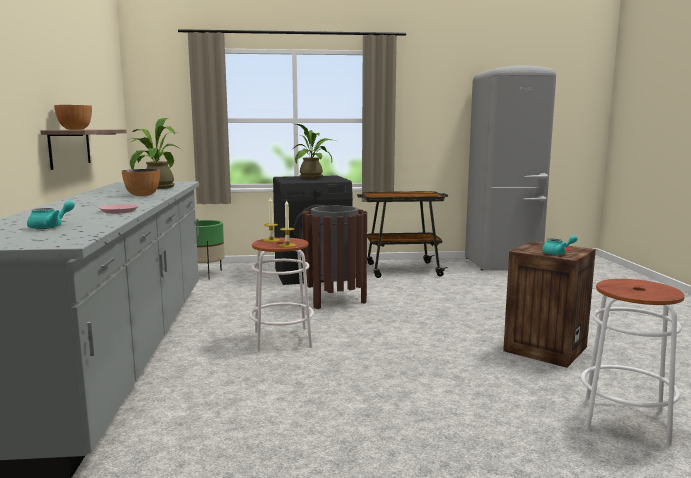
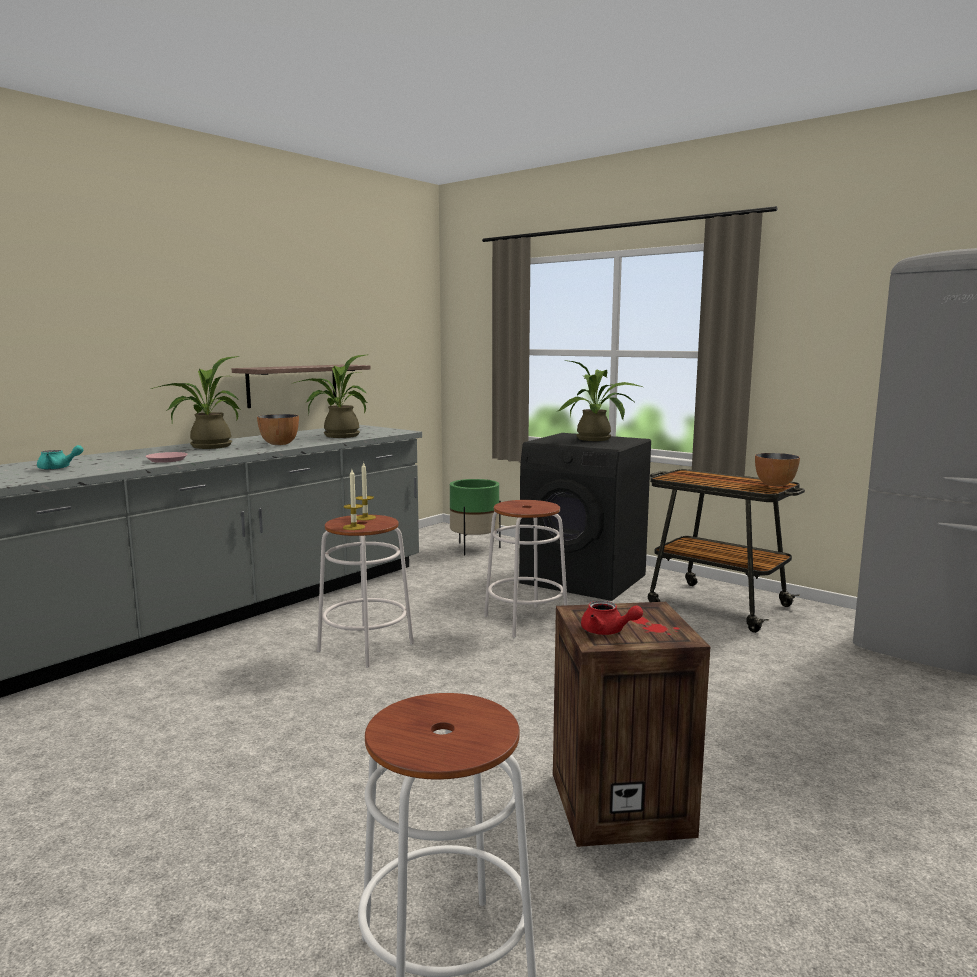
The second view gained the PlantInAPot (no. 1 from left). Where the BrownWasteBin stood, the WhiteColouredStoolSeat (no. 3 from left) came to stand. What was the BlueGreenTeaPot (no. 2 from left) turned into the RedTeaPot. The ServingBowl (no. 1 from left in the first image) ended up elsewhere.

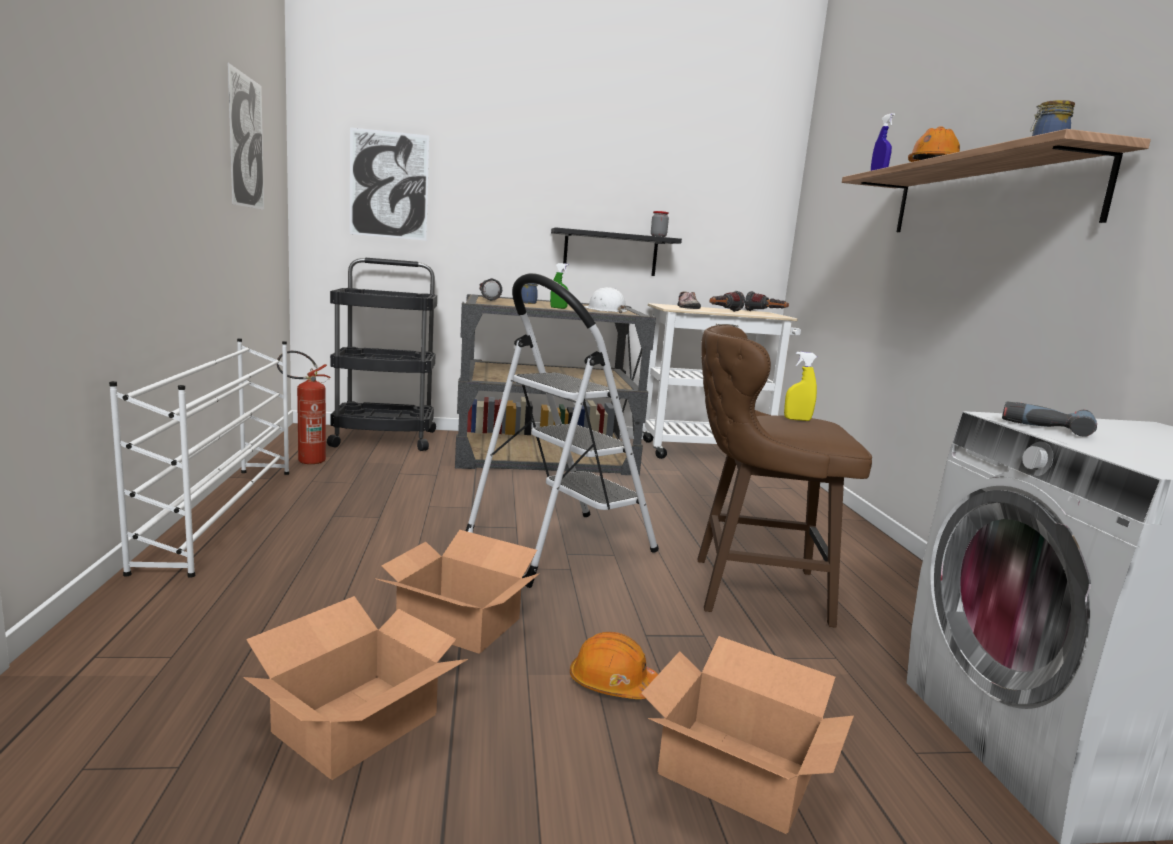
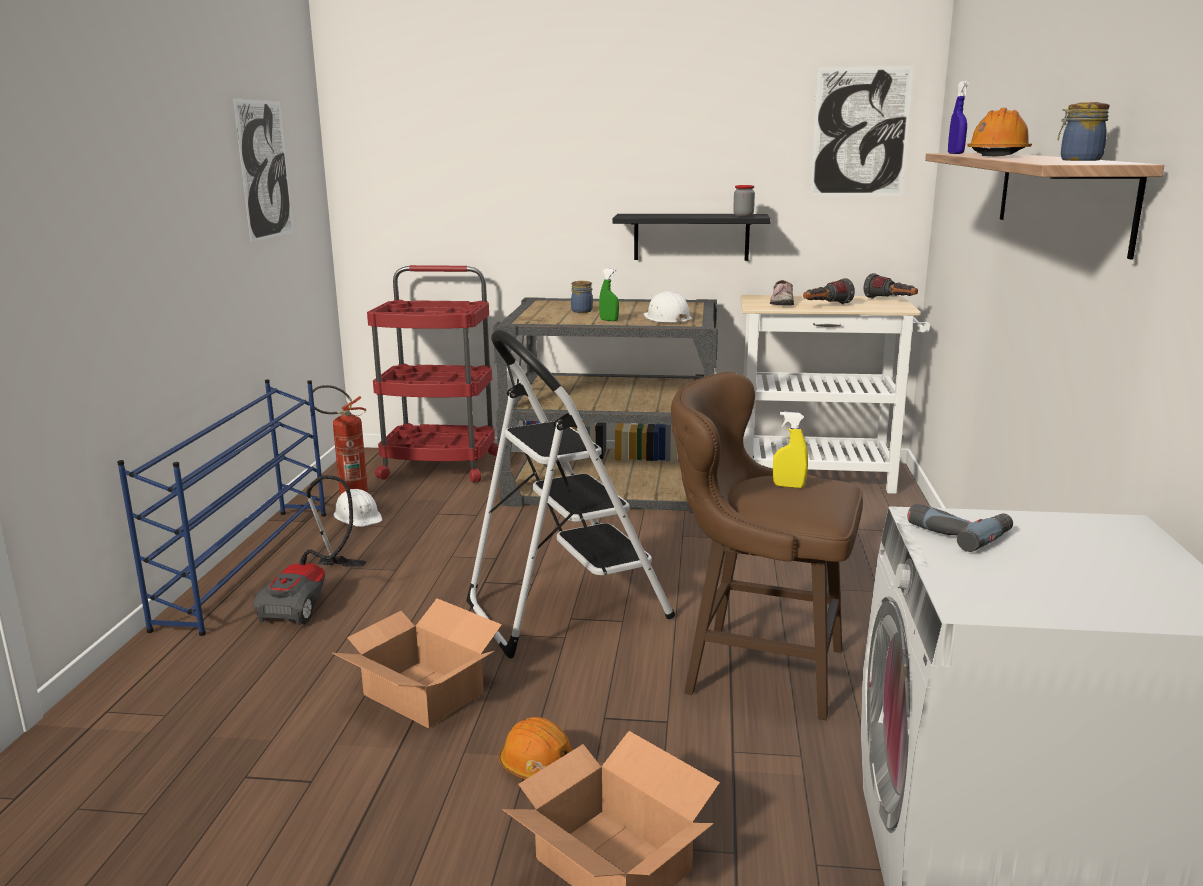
What was the WhiteColouredShoeRack turned into the BluishShoeRack. The second view gained the VacuumCleaner. The second view gained the WhiteColouredWorkHelmet (no. 1 from left). What was the BlackTrolley turned into the RedTrolley. The Picture (no. 2 from left) ended up elsewhere. The second view lost the CardboardBox (no. 1 from left). The second view lost the HandTorch (no. 1 from left).

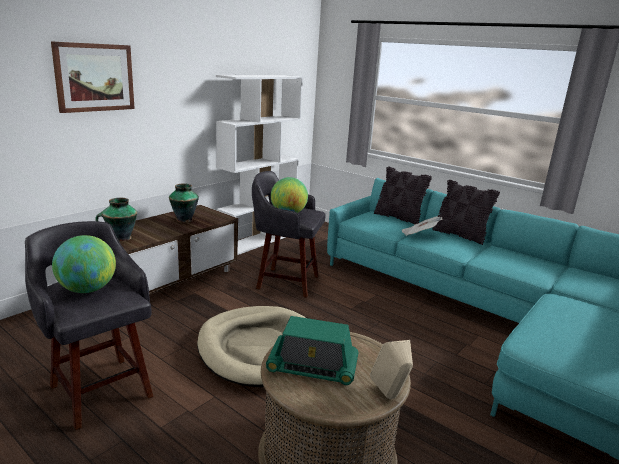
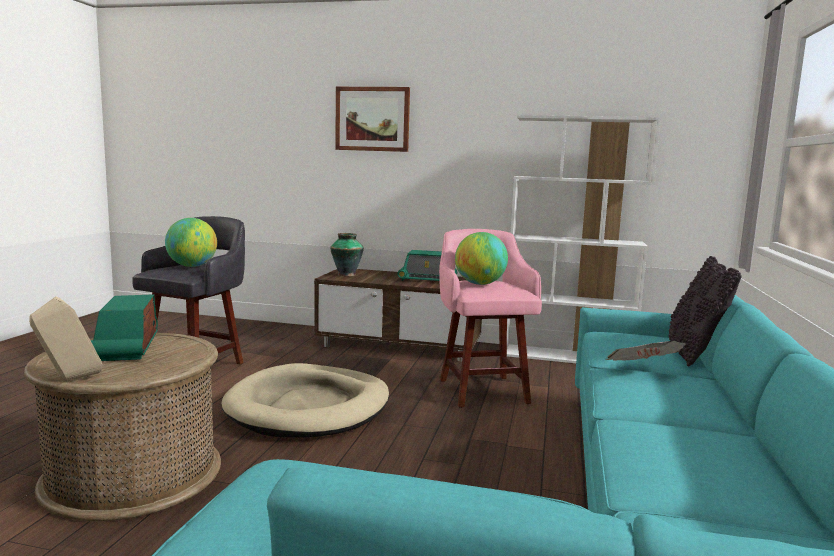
Where the FlowerVase (no. 2 from left) stood, the RadioReceiver (no. 2 from left) came to stand. What was the GrayStoolSeat (no. 2 from left) turned into the PinkStoolSeat. The second view lost the BlackThrowPillow (no. 2 from left).

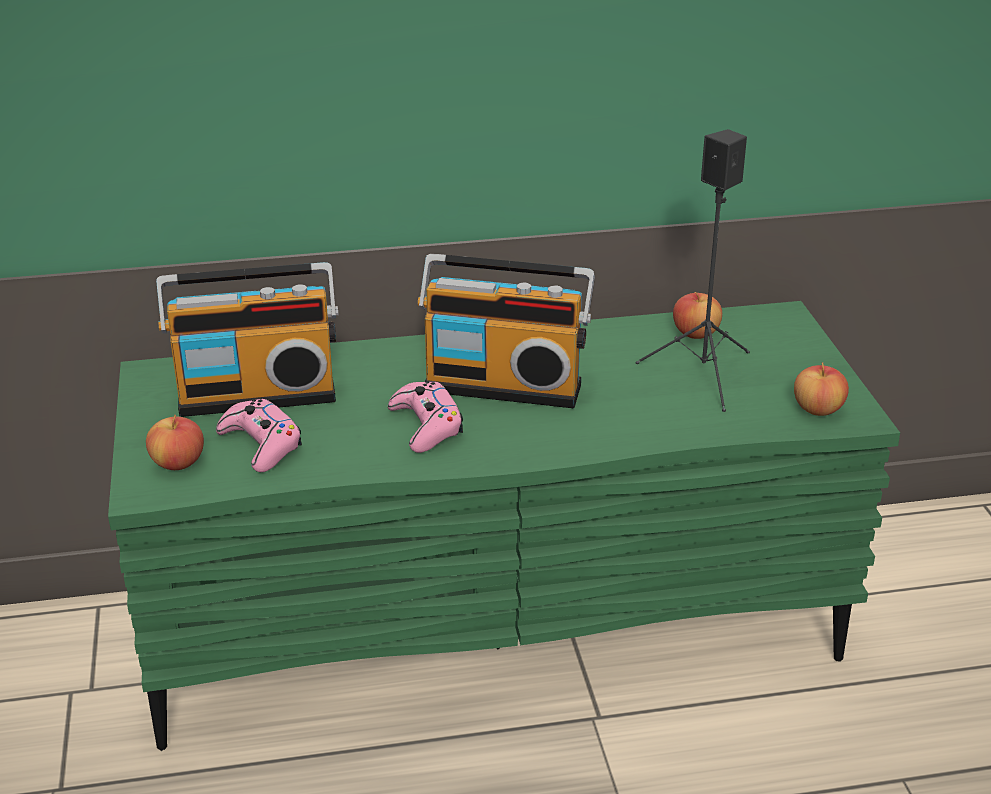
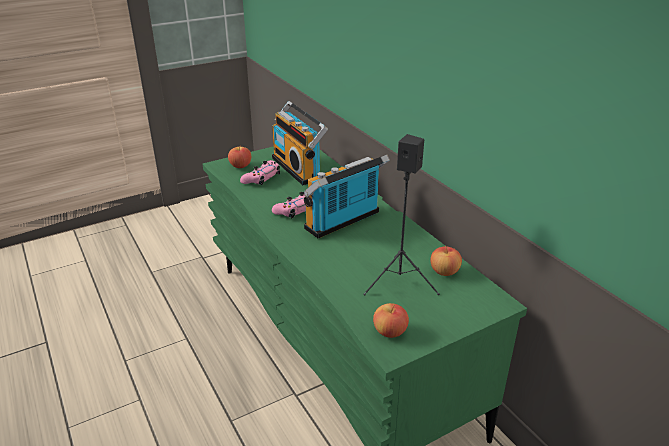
The RadioReceiver (no. 2 from left) ended up facing another way, 60 degrees clockwise from before.

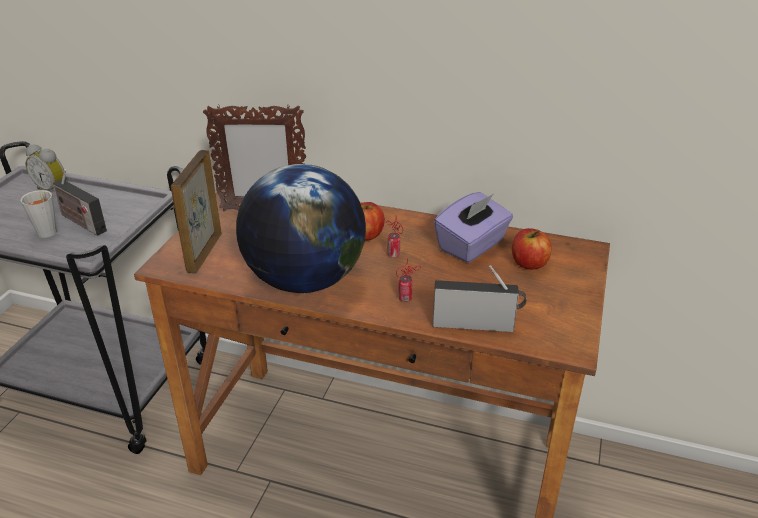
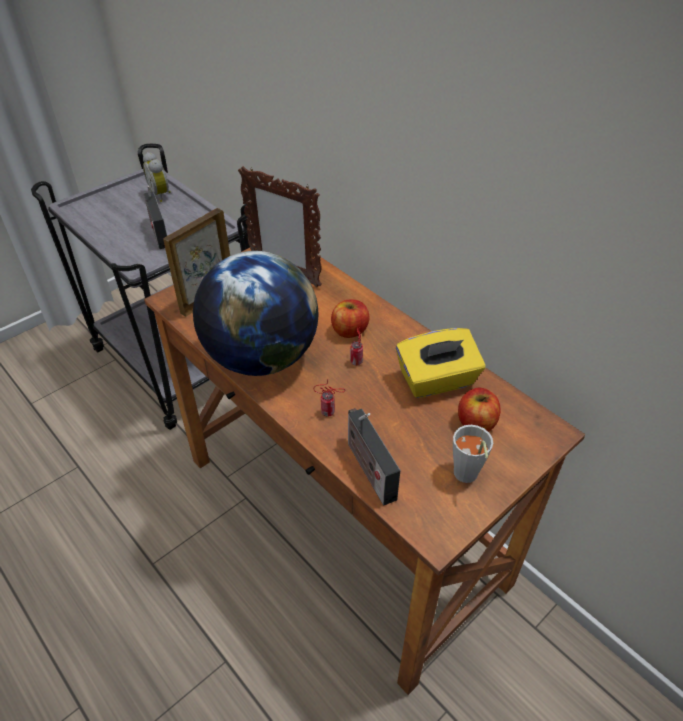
The RadioReceiver (no. 2 from left) ended up facing another way, 150 degrees counterclockwise from before. What was the PurpleColouredTissueBox turned into the YellowishTissueBox. The GraySmallCup ended up elsewhere.

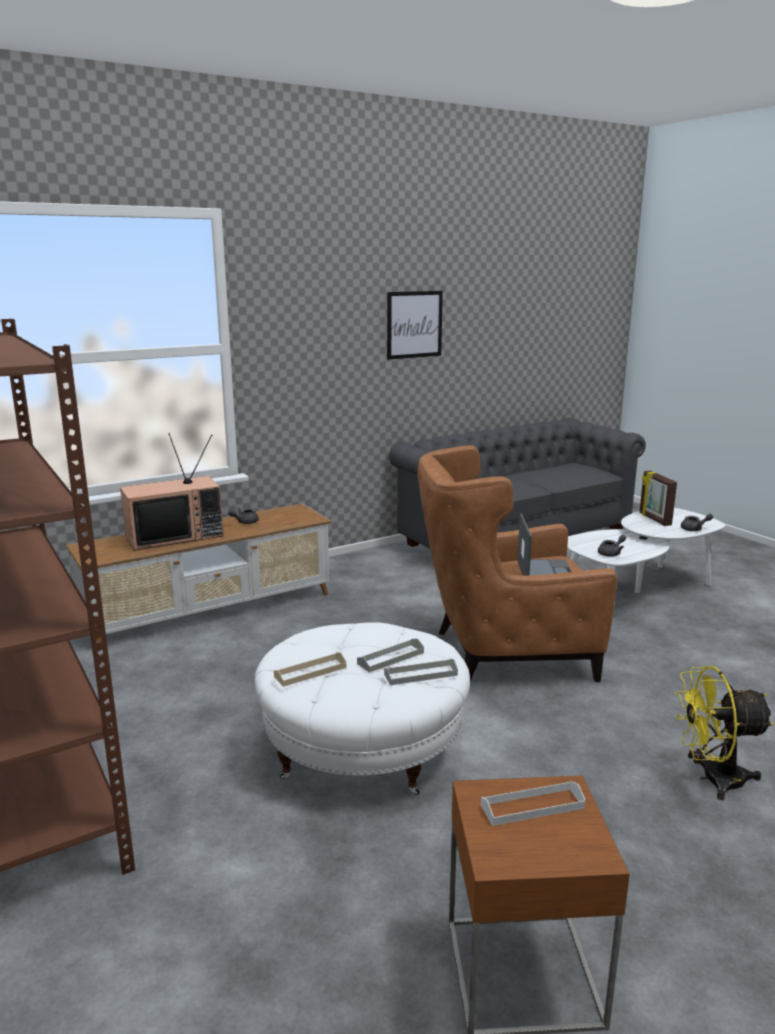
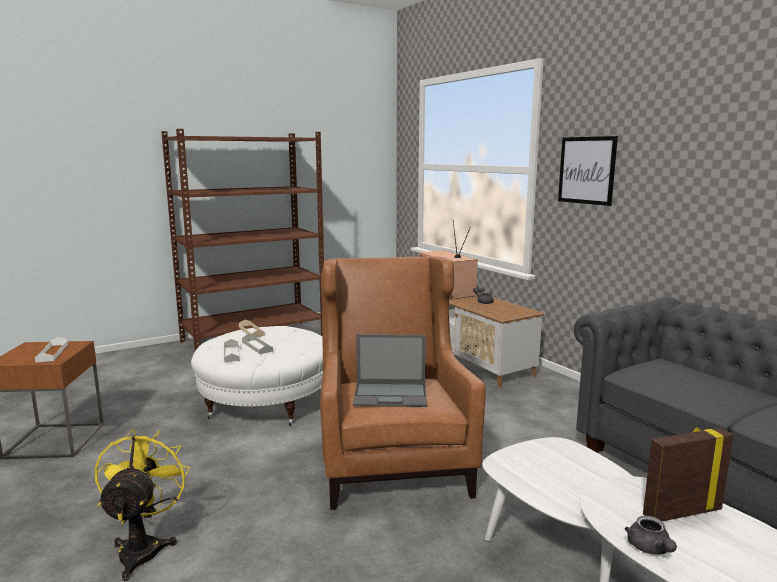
The Picture ended up elsewhere. The second view lost the GrayTeaPot (no. 2 from left).

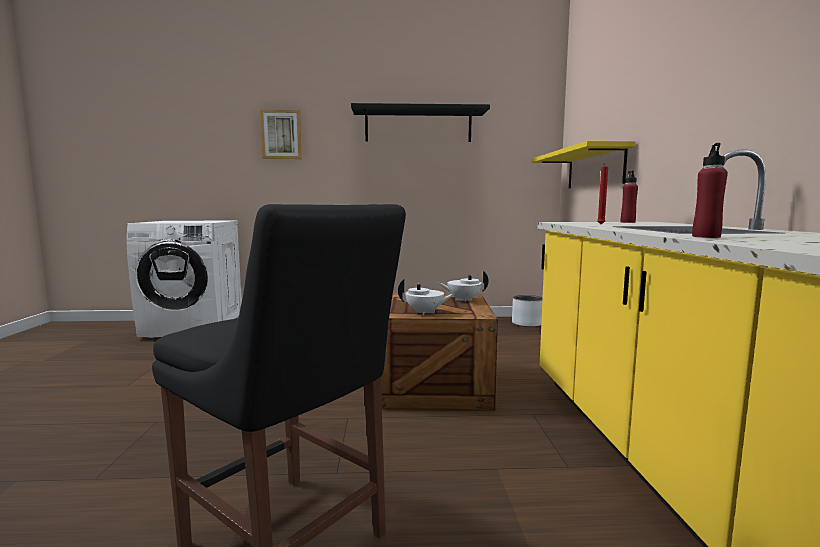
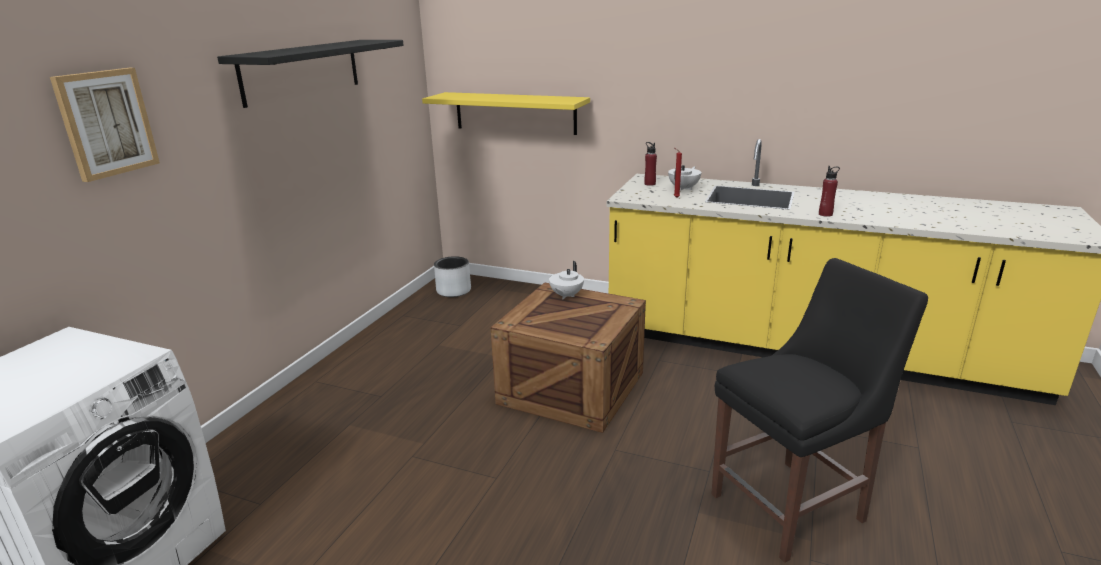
The WhiteColouredTeaPot (no. 1 from left in the first image) ended up elsewhere.

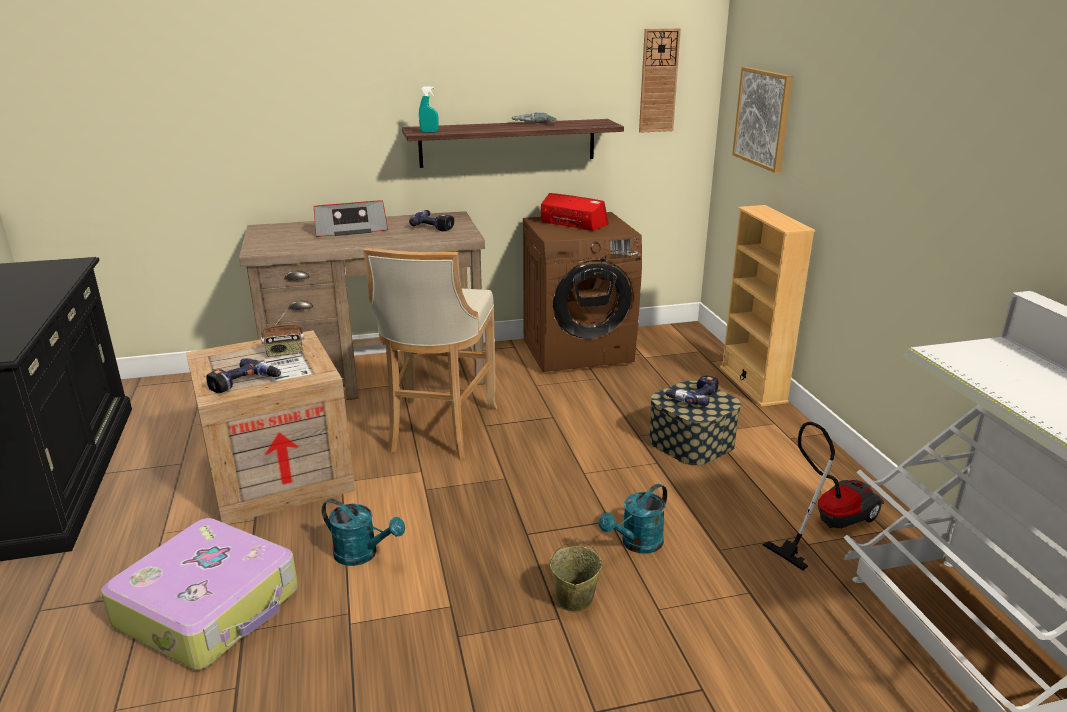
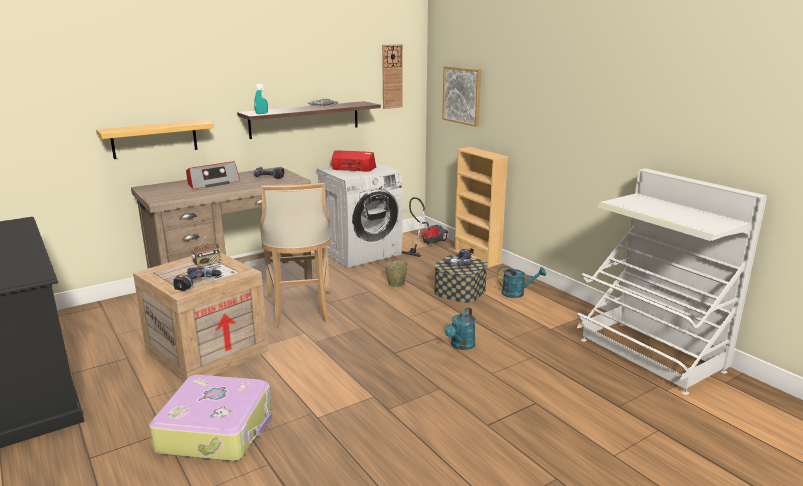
The second view gained the WallShelf (no. 1 from left). What was the BrownLaundryAppliance turned into the WhiteColouredLaundryAppliance. The BeigeColouredWaterBucket ended up elsewhere. The VacuumCleaner ended up elsewhere. The BlueGreenWateringCan (no. 1 from left in the first image) ended up elsewhere.

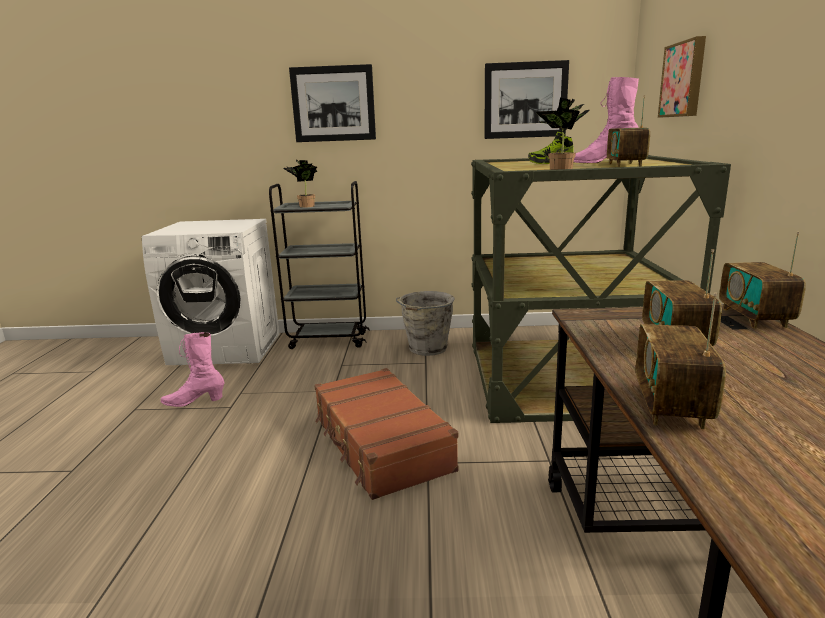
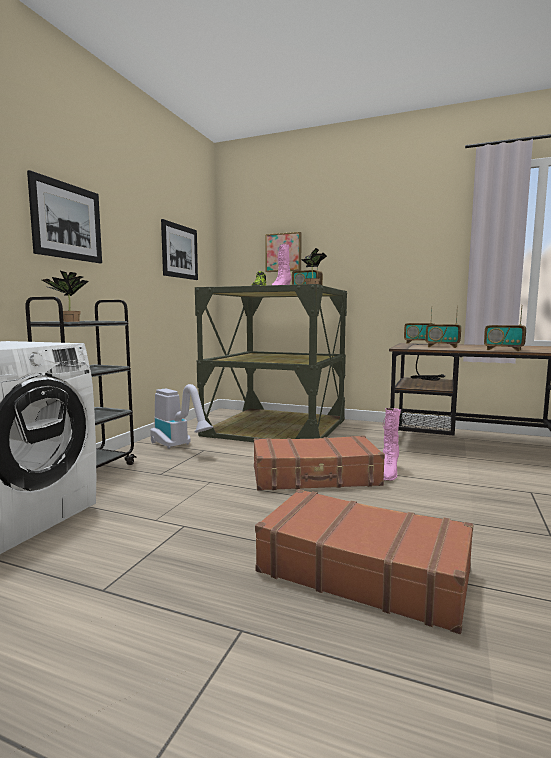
Where the GrayWaterBucket stood, the VacuumCleaner came to stand. The second view gained the BrownTravelCase (no. 2 from left). The PinkBoot (no. 1 from left in the first image) ended up elsewhere.

